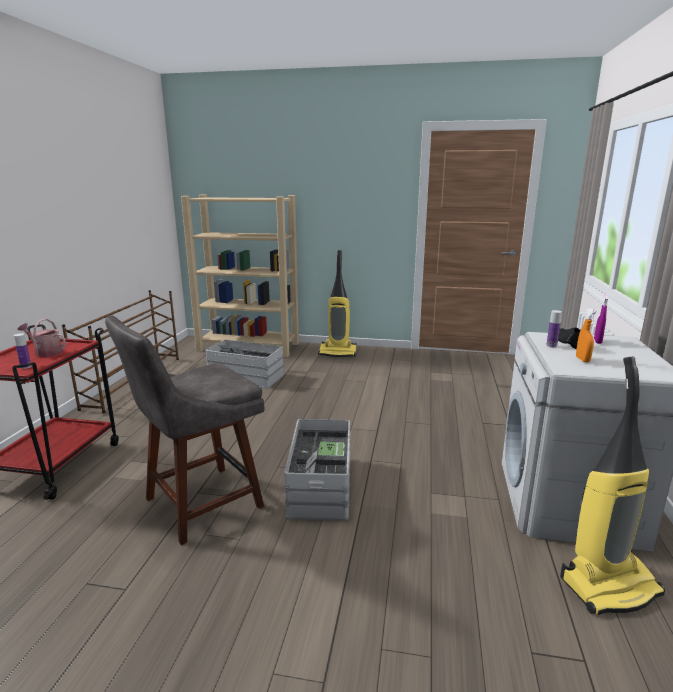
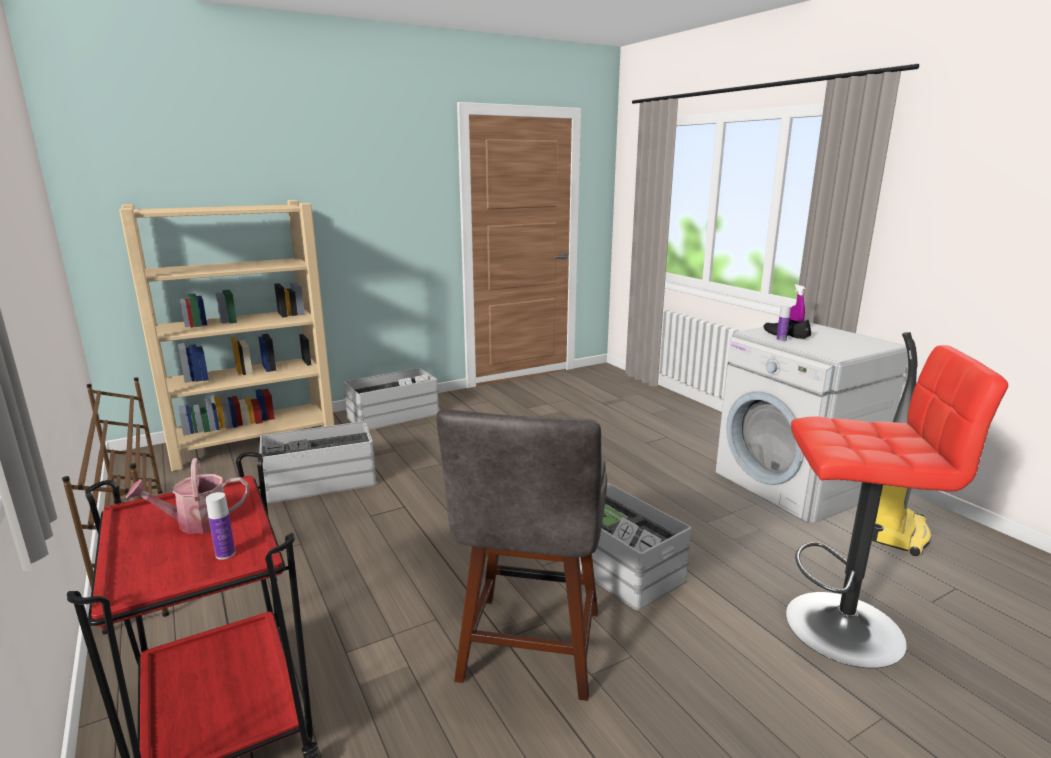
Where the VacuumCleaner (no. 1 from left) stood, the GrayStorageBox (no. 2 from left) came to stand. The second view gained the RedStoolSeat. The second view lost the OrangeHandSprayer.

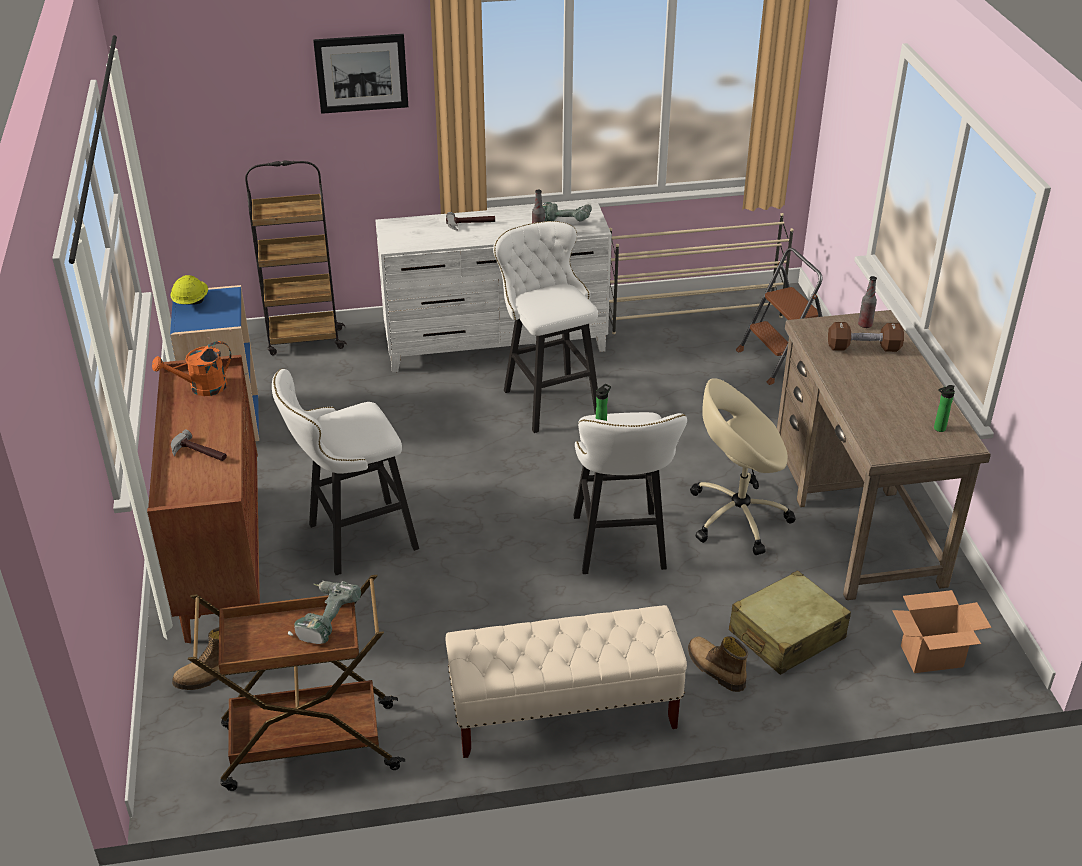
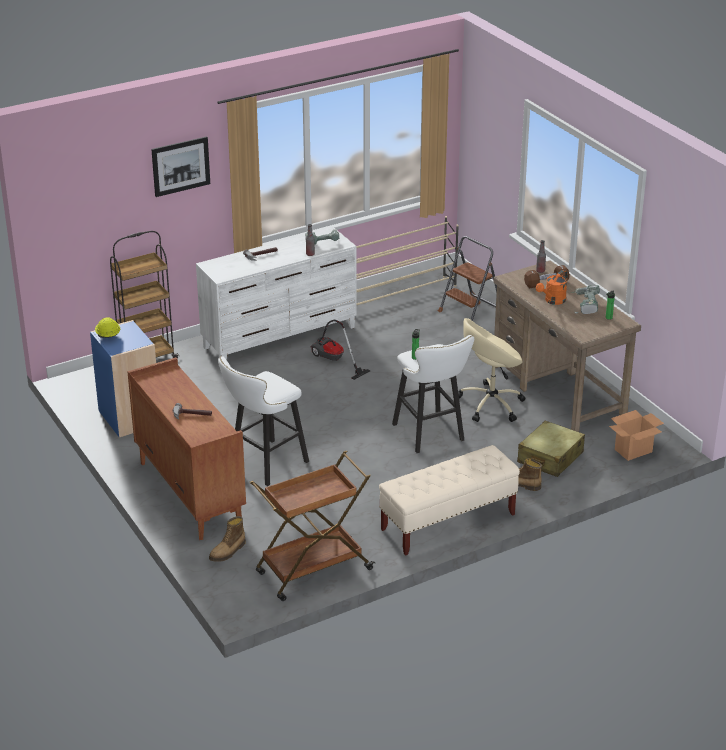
Where the WhiteColouredStoolSeat (no. 2 from left) stood, the VacuumCleaner came to stand. The OrangeWateringCan ended up elsewhere. The PowerDrill (no. 1 from left in the first image) ended up elsewhere.

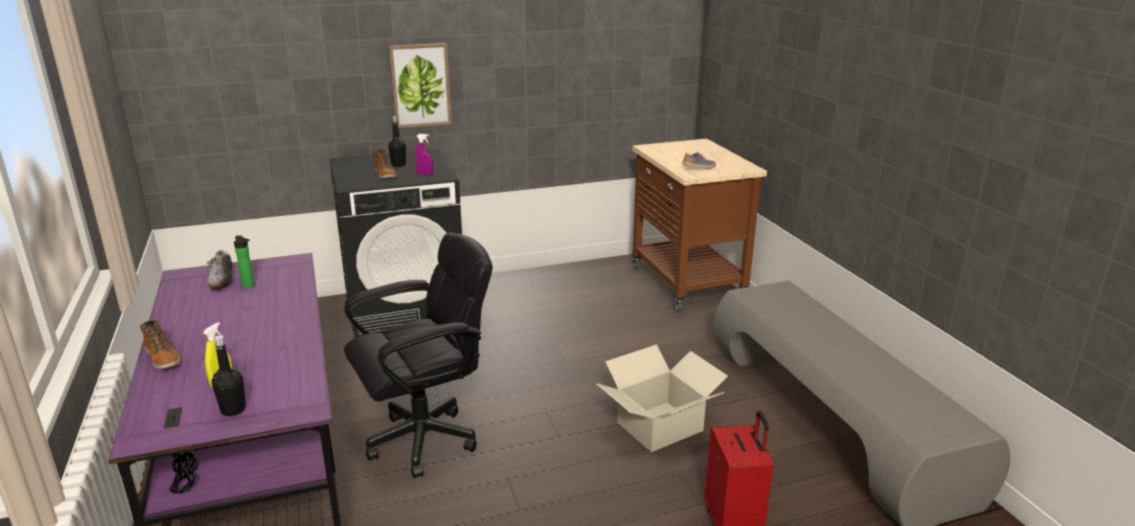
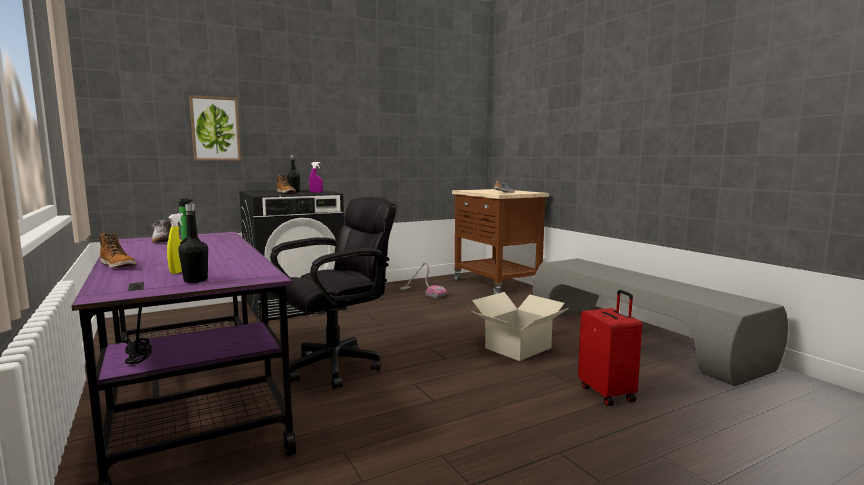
The Picture ended up elsewhere. The second view gained the VacuumCleaner.

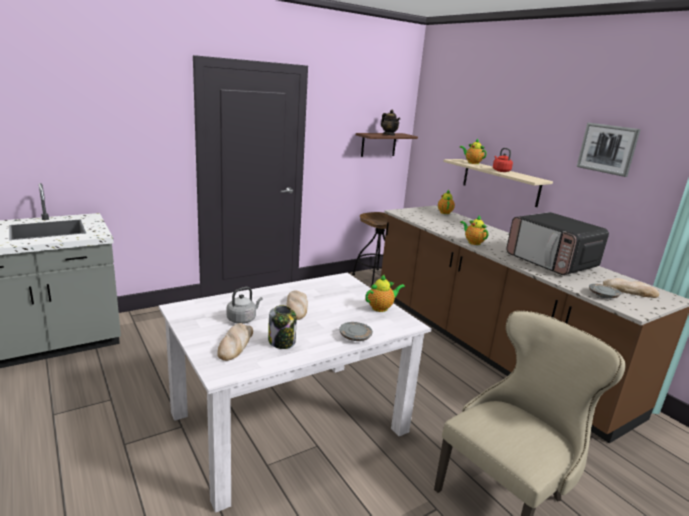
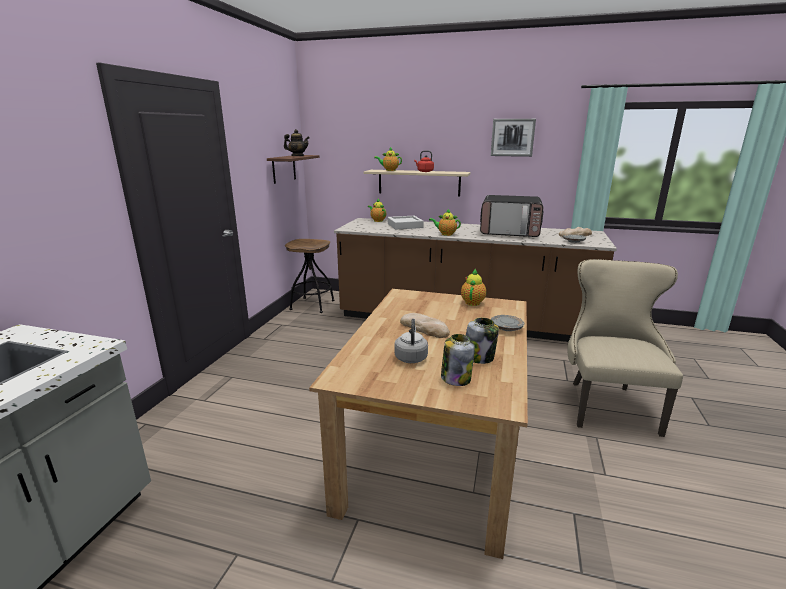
What was the WhiteColouredKitchenTable turned into the BrownKitchenTable. The second view gained the GrayServingTray. Where the Bread (no. 1 from left) stood, the StorageJar (no. 1 from left) came to stand.

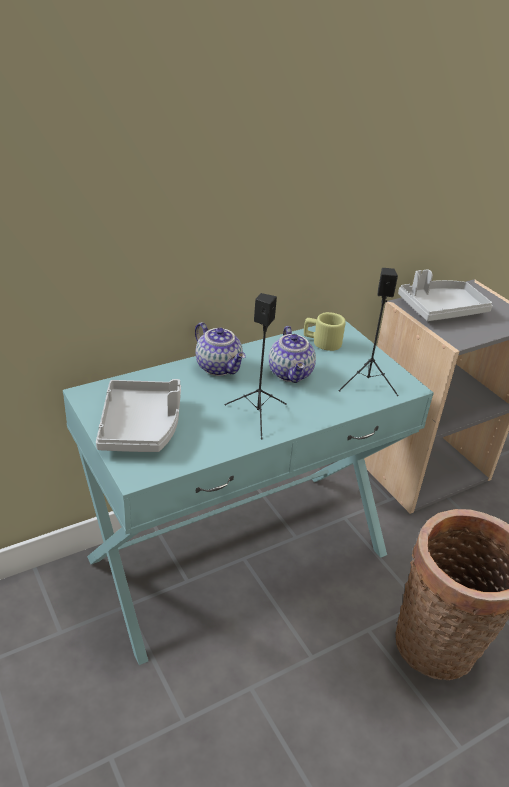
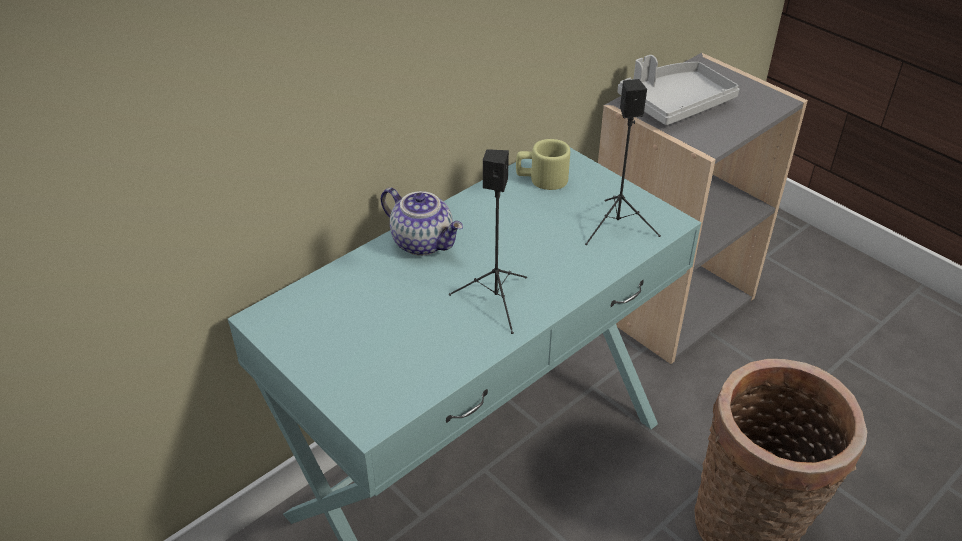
The second view lost the GrayServingTray (no. 1 from left). The second view lost the TeaPot (no. 2 from left).

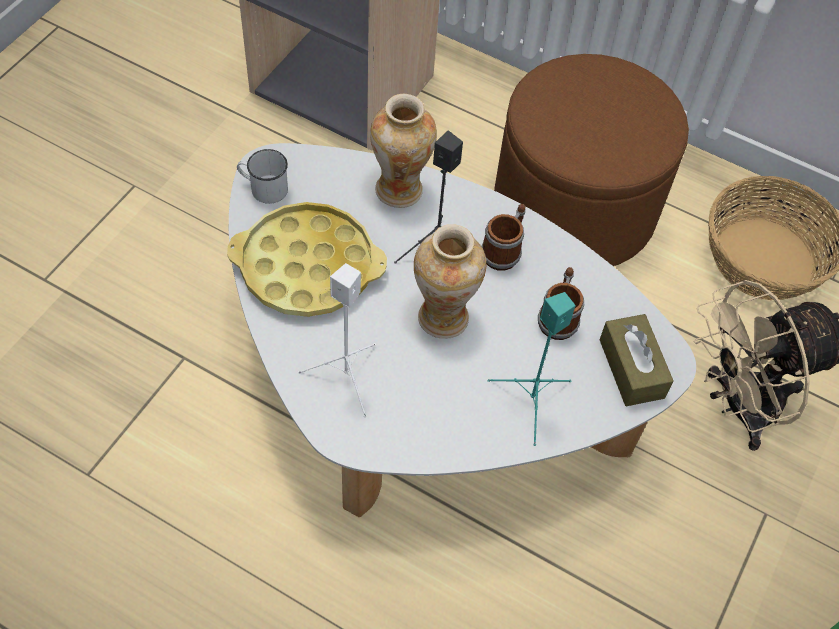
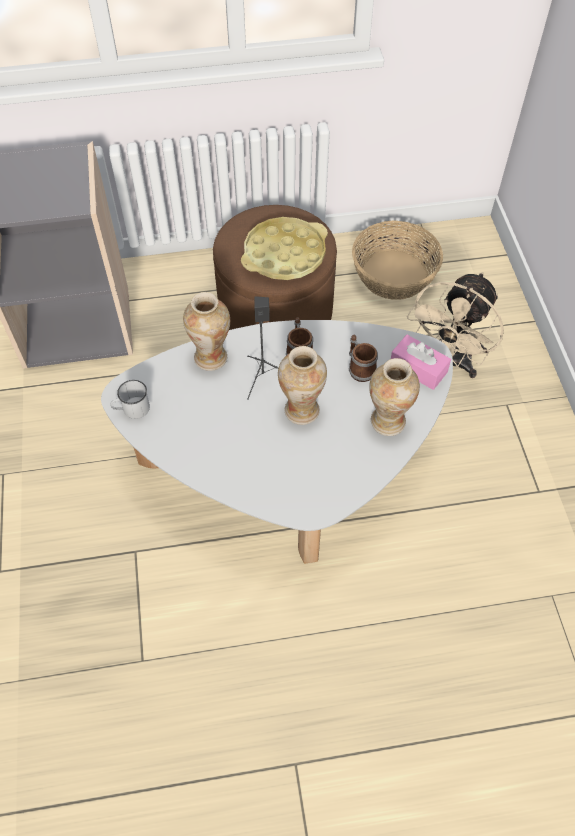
The YellowishServingTray ended up elsewhere. Where the BlueGreenLoudspeaker stood, the FlowerVase (no. 3 from left) came to stand. What was the BrownTissueBox turned into the PinkTissueBox. The second view lost the WhiteColouredLoudspeaker.

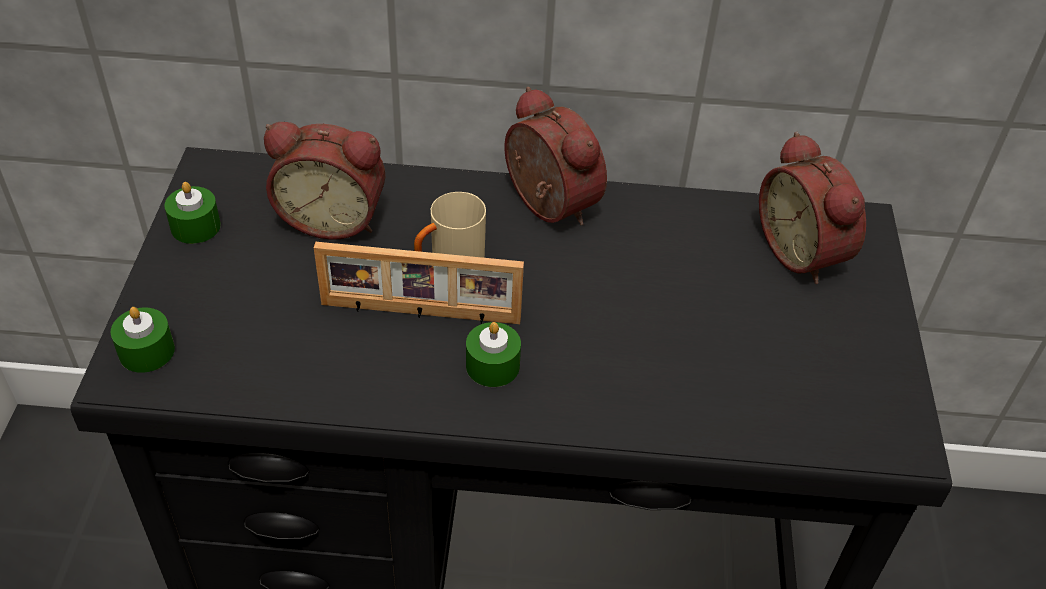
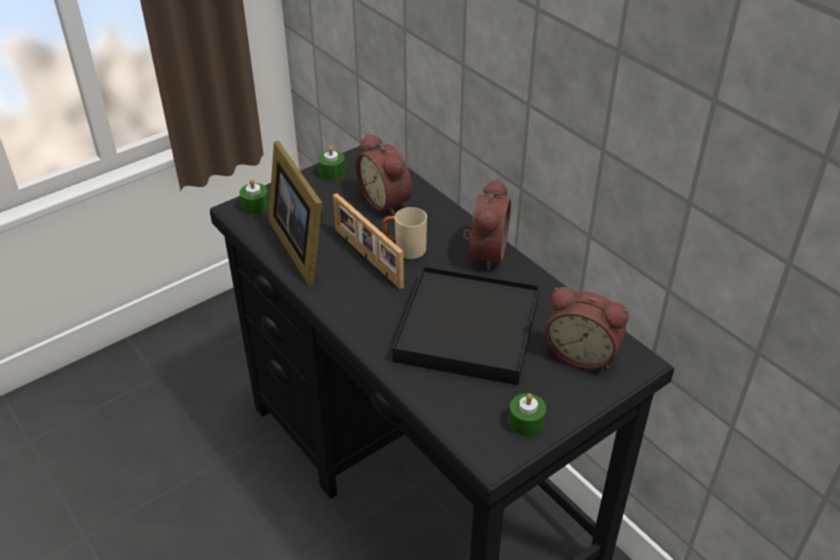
The second view gained the PictureFrame (no. 1 from left). The second view gained the BlackServingTray. The GreenishCandle (no. 3 from left) ended up elsewhere. The AlarmClock (no. 3 from left) ended up facing another way, 90 degrees counterclockwise from before.

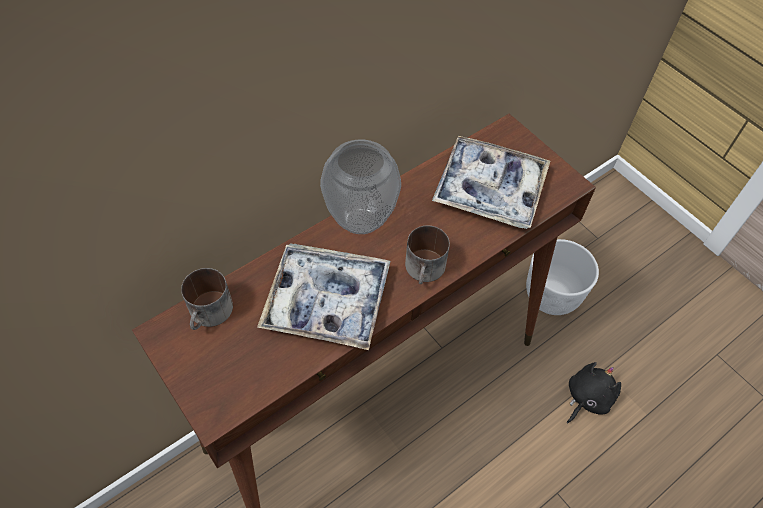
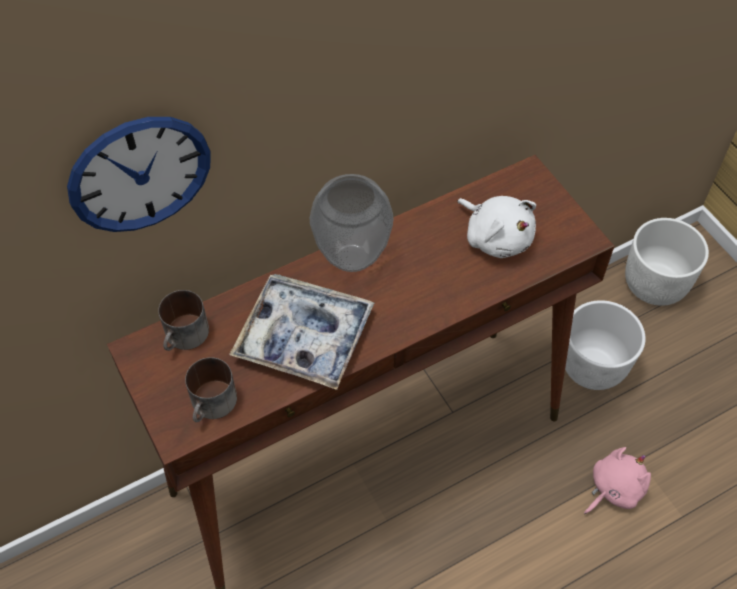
The second view gained the WallClock. The CoffeeMug (no. 2 from left) ended up elsewhere. Where the ServingTray (no. 2 from left) stood, the WhiteColouredPlushToy came to stand. What was the BlackPlushToy turned into the PinkPlushToy. The second view gained the WhiteColouredPlanter (no. 2 from left).

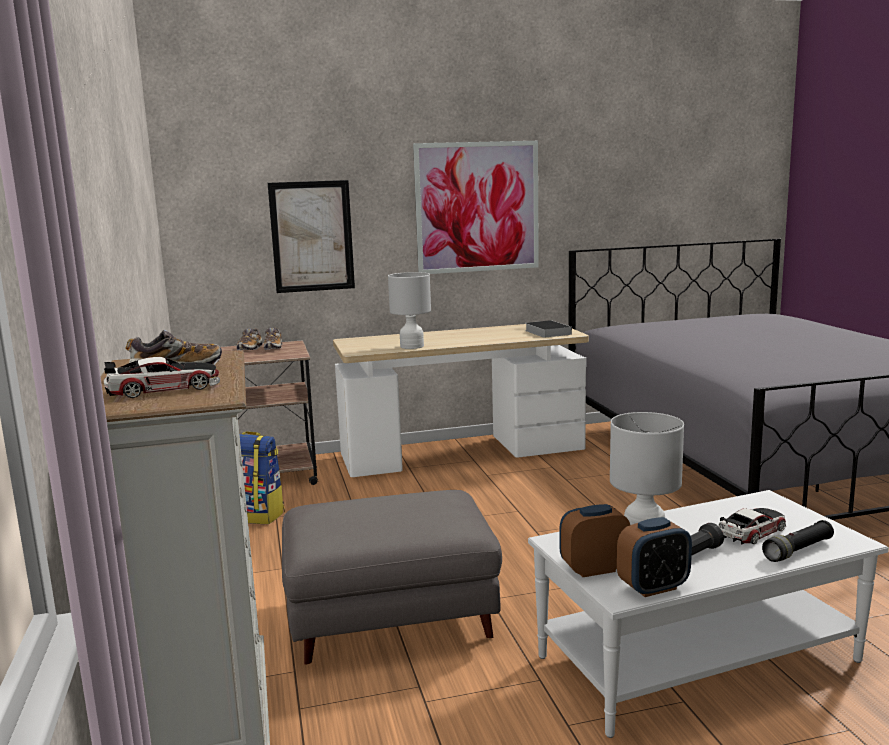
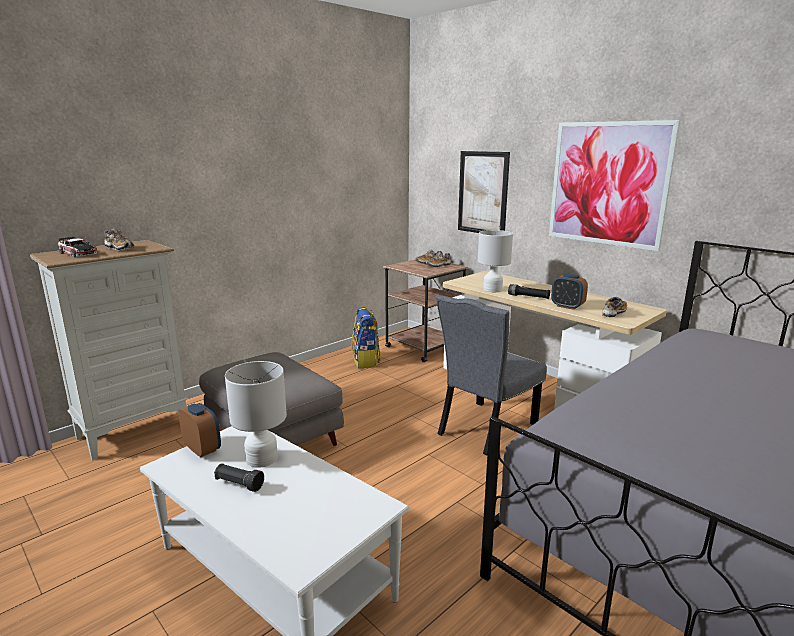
The second view gained the GrayChair. The BlackHandTorch (no. 2 from left) ended up elsewhere. The AlarmClock (no. 2 from left) ended up elsewhere. Where the Book stood, the LowShoe (no. 4 from left) came to stand. The second view lost the ModelCar (no. 2 from left).

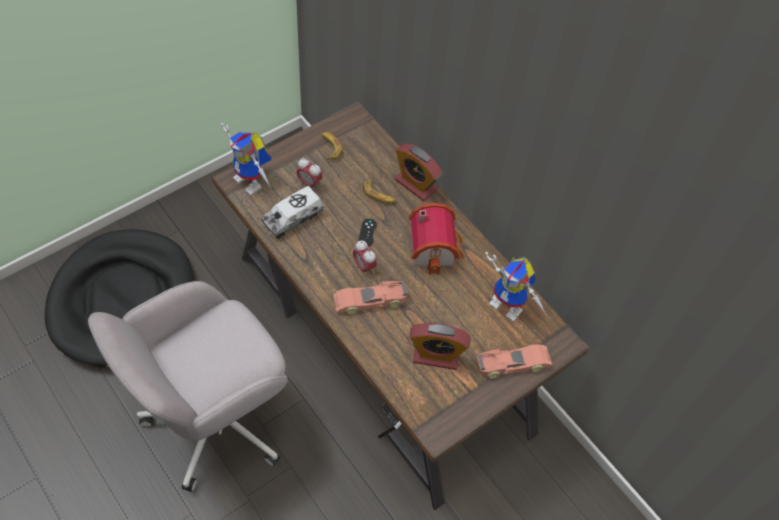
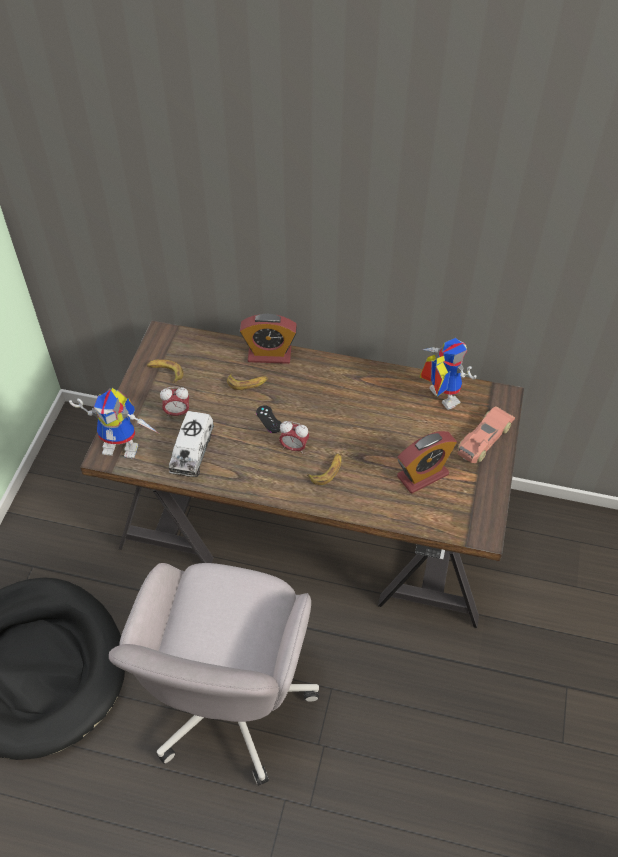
Where the ModelCar (no. 1 from left) stood, the WholeBanana (no. 3 from left) came to stand. The ToyRobot (no. 2 from left) ended up facing another way, 120 degrees counterclockwise from before. The second view lost the ToyHouse.

